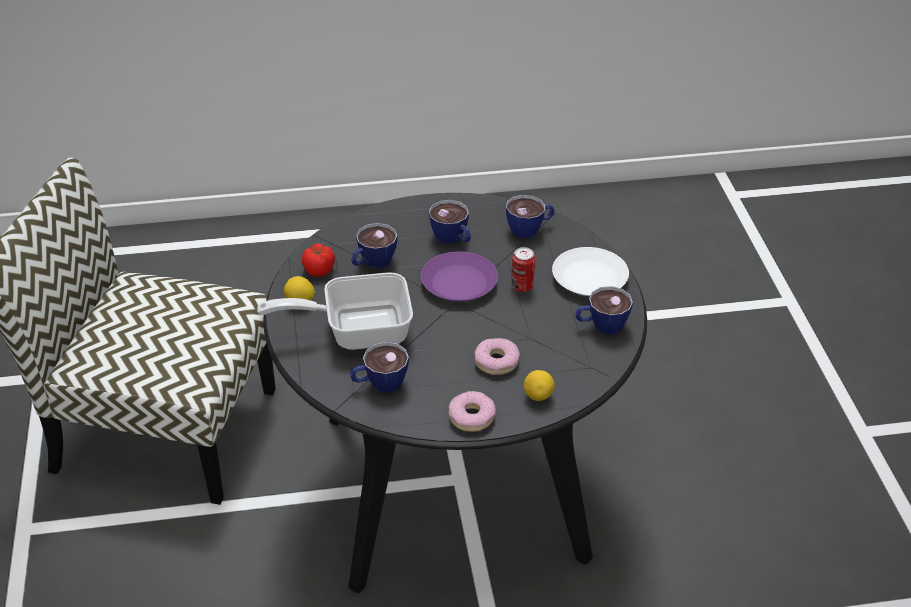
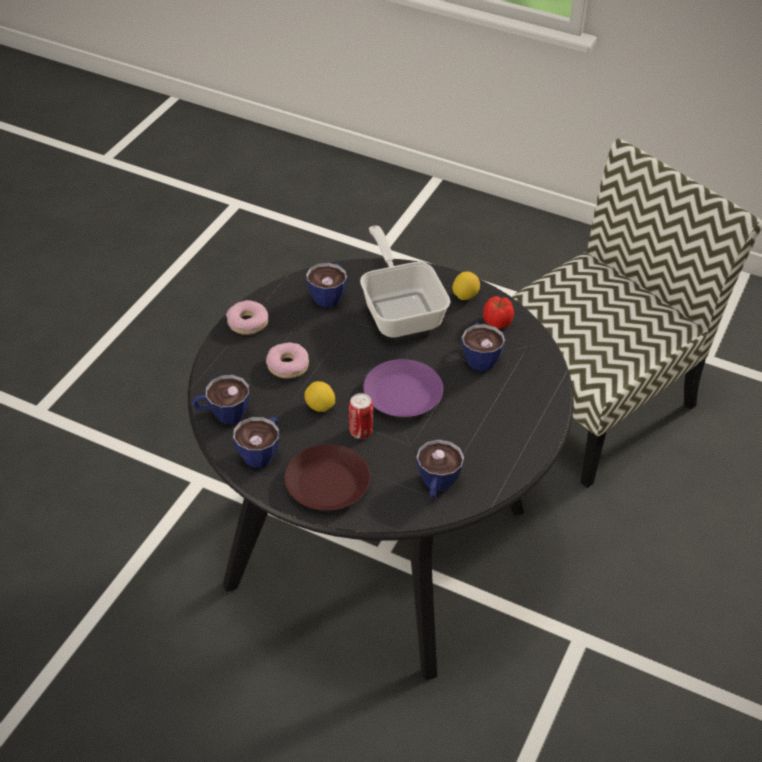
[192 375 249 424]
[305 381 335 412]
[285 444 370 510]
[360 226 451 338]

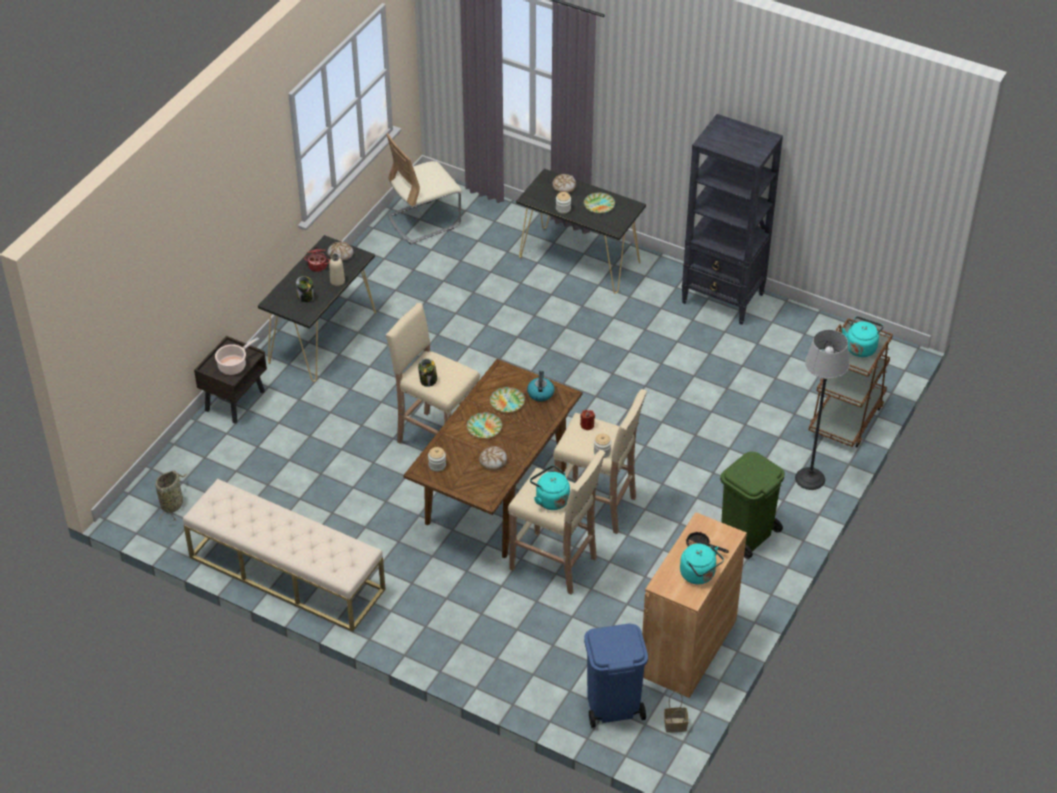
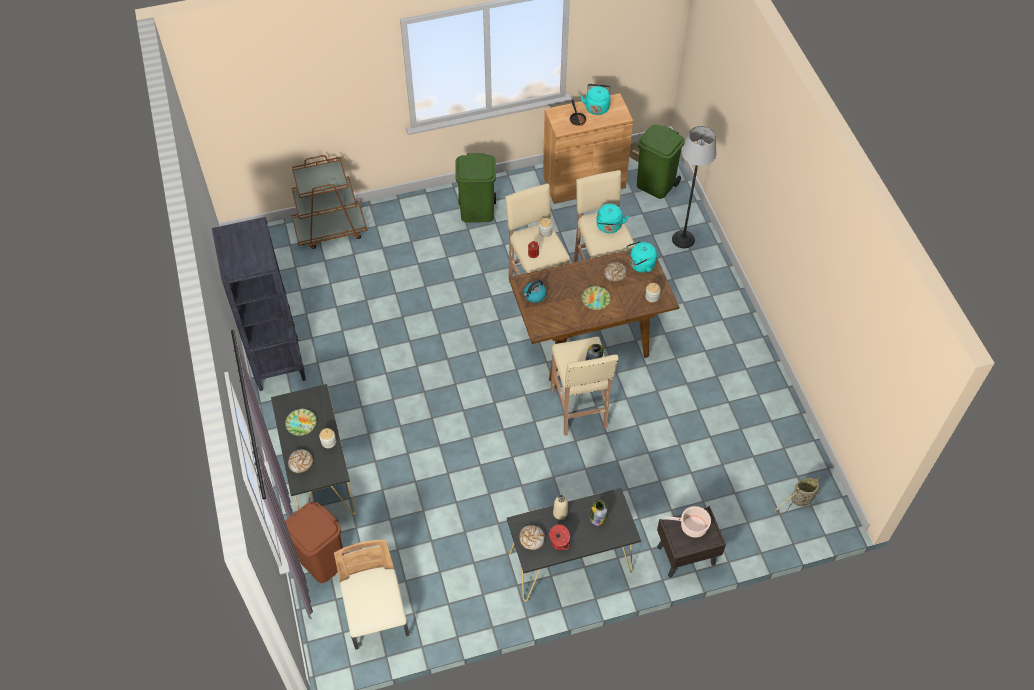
[183 479 386 632] (first image)
[490 387 525 413] (first image)
[285 502 344 583]
[672 126 716 248]
[626 241 657 273]
[637 125 685 199]
[334 540 410 650]

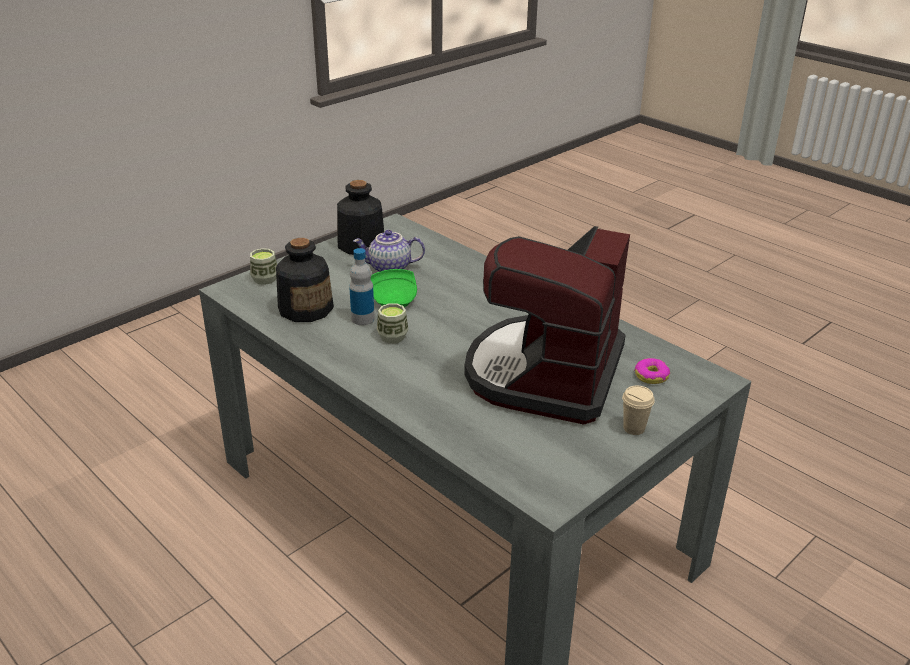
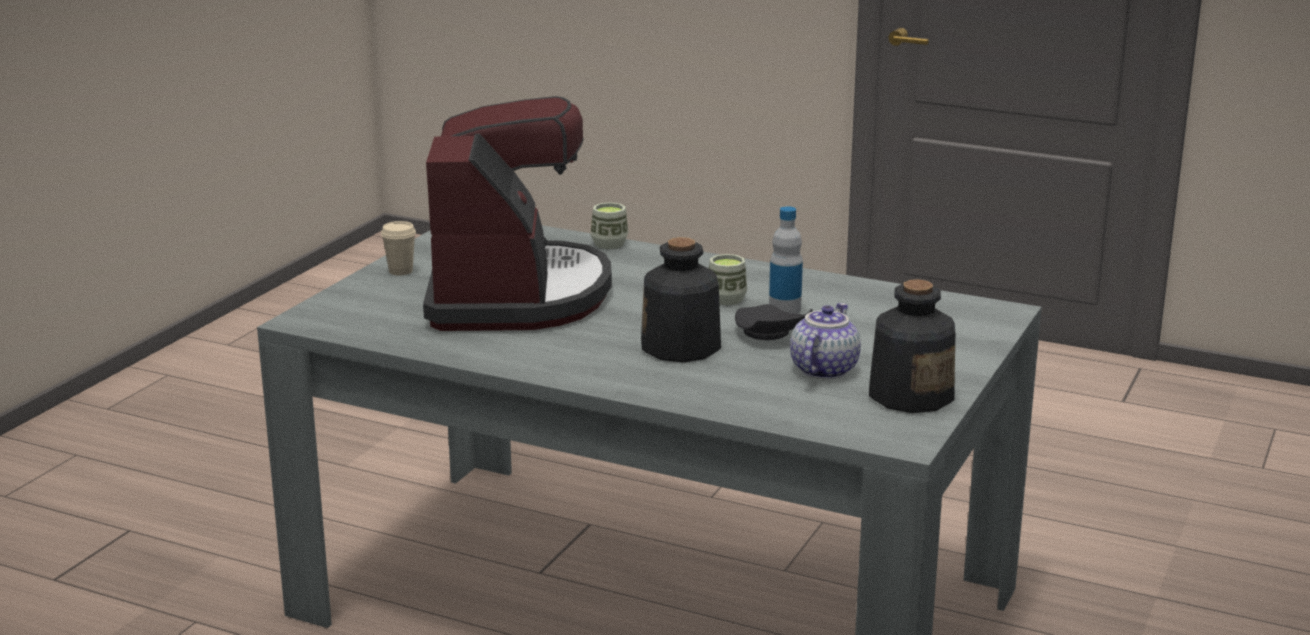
[634 358 670 384] (first image)
[591 202 628 249]
[641 237 721 362]
[735 304 813 340]
[790 303 861 379]

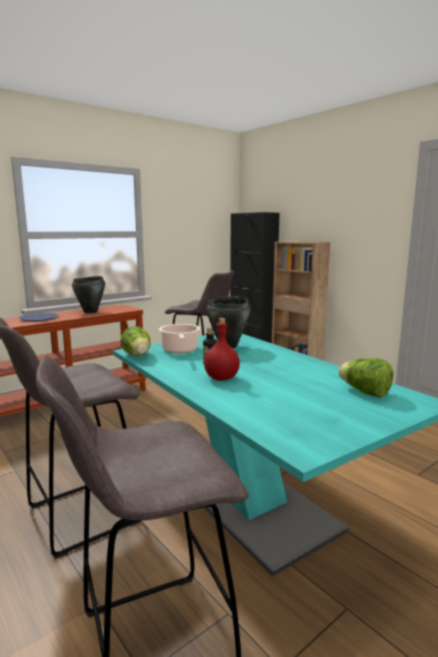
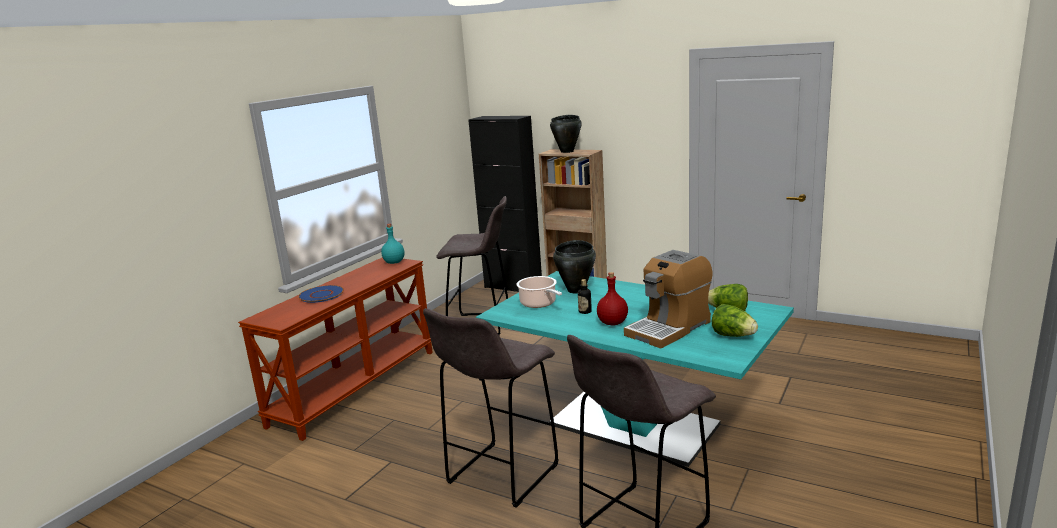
[381 224 404 264]
[624 250 713 349]
[550 115 582 153]
[712 304 758 337]

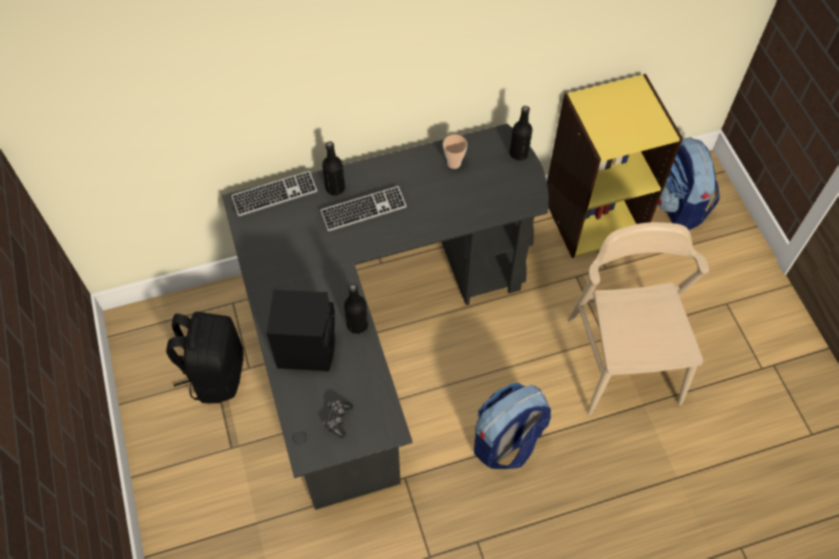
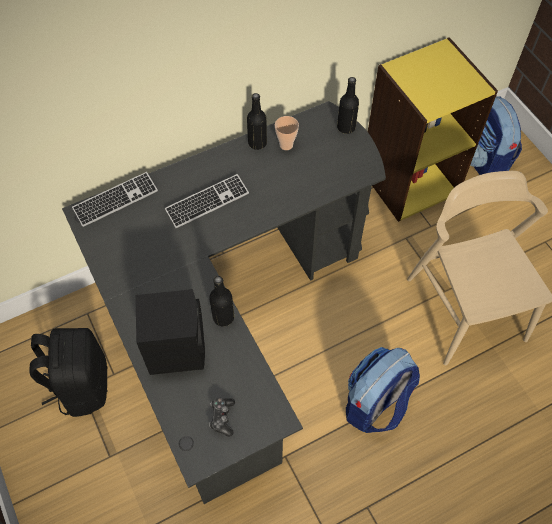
[247 93 267 150]

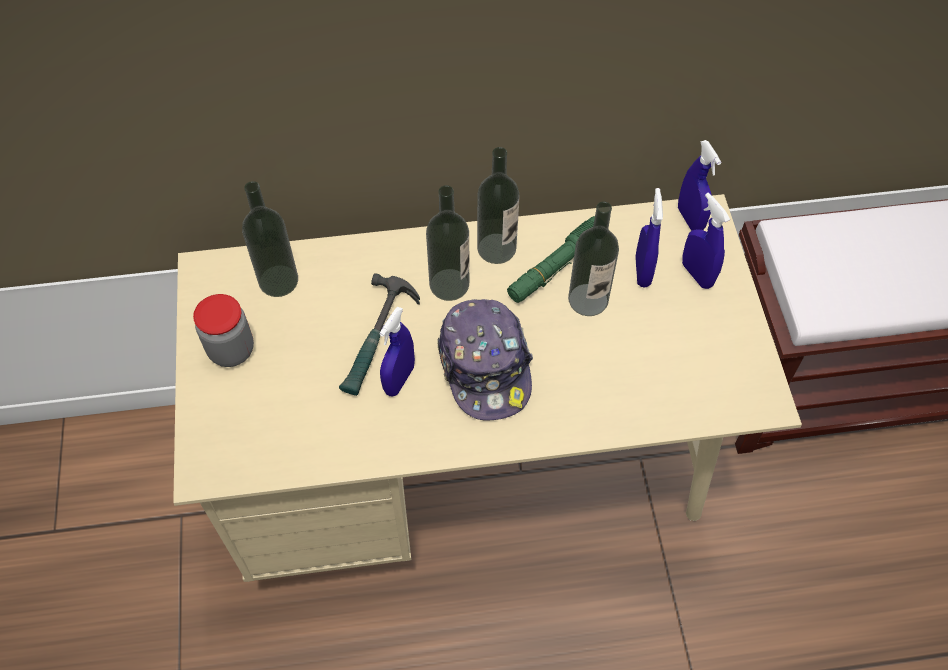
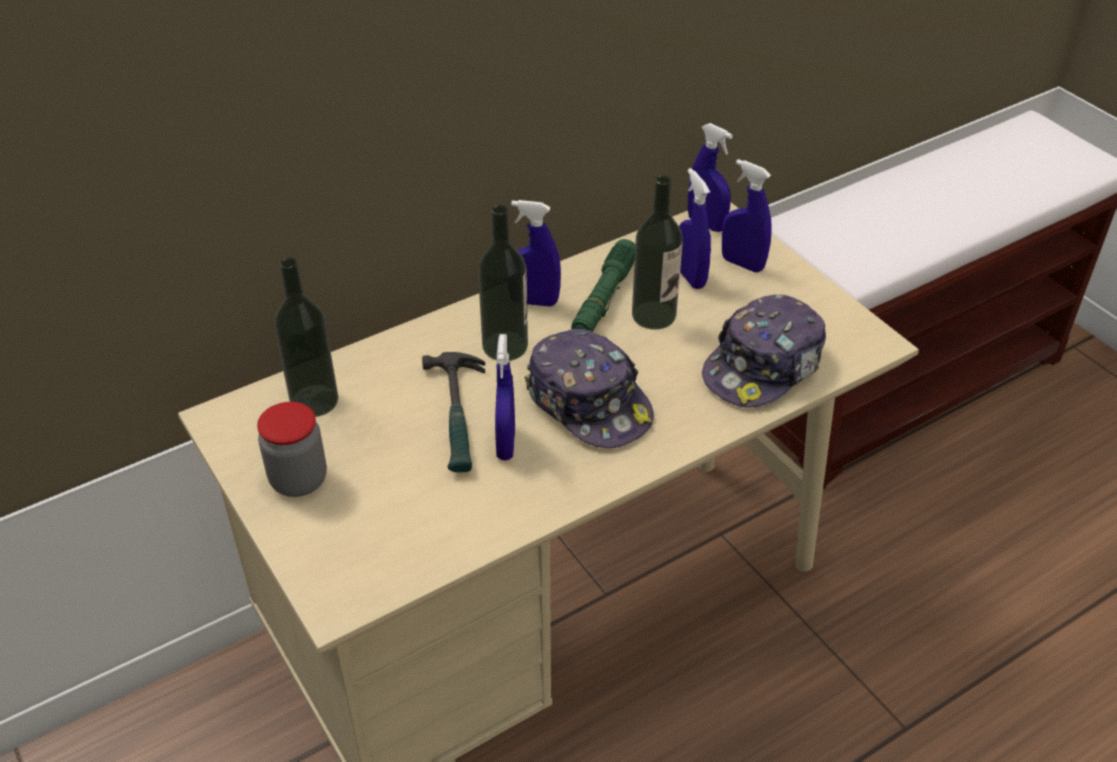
[702 295 826 408]
[511 200 561 307]

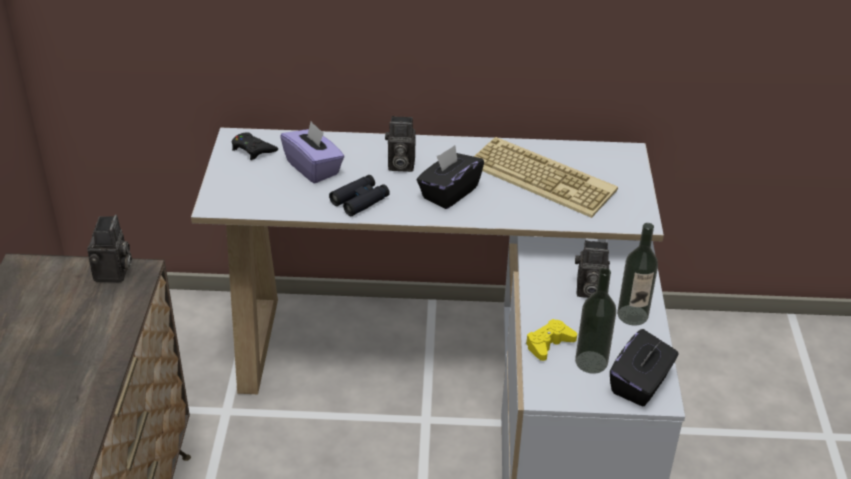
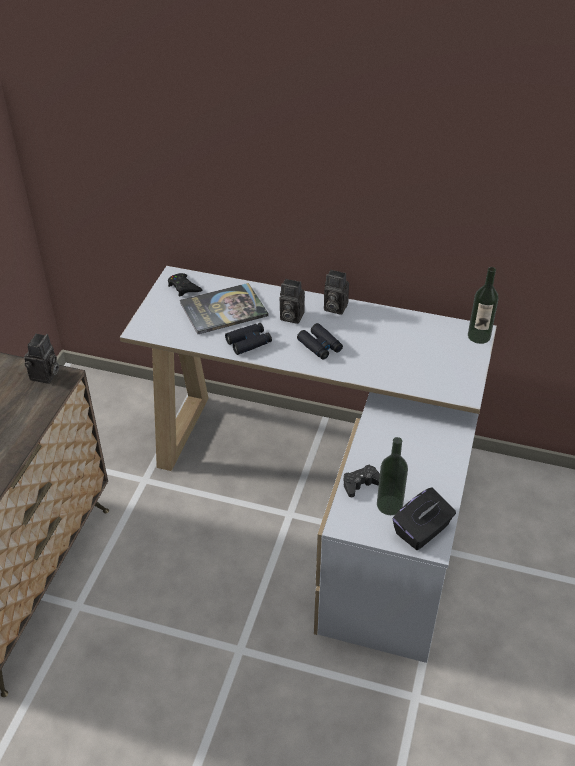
[474 137 618 218] (first image)
[324 270 349 315]
[468 267 498 344]
[180 283 268 334]
[297 323 343 360]
[343 465 380 497]

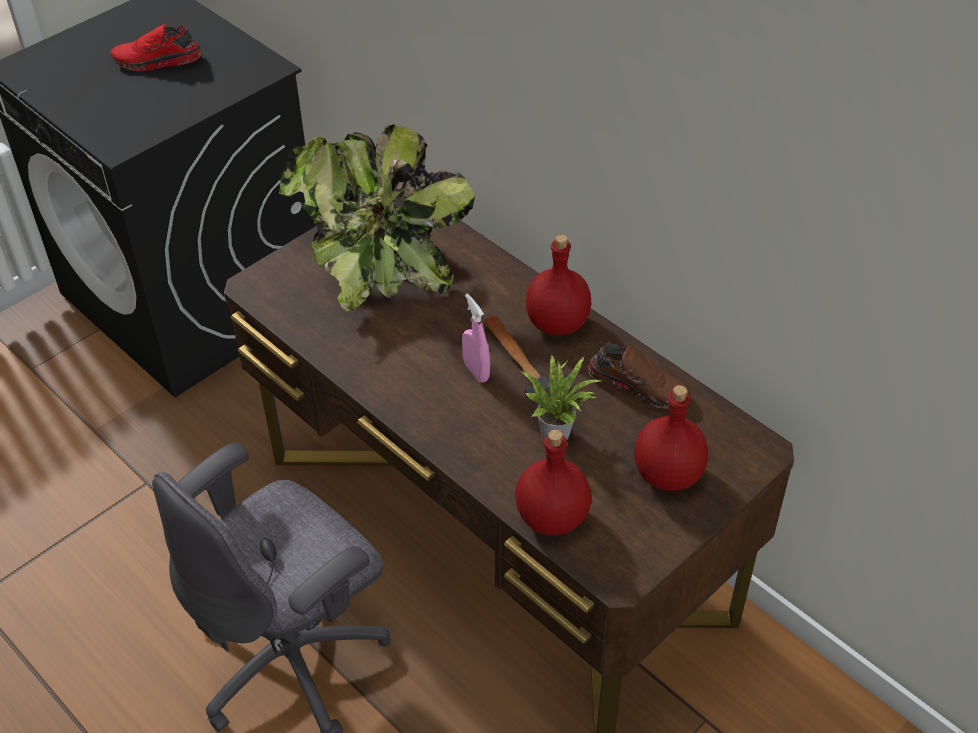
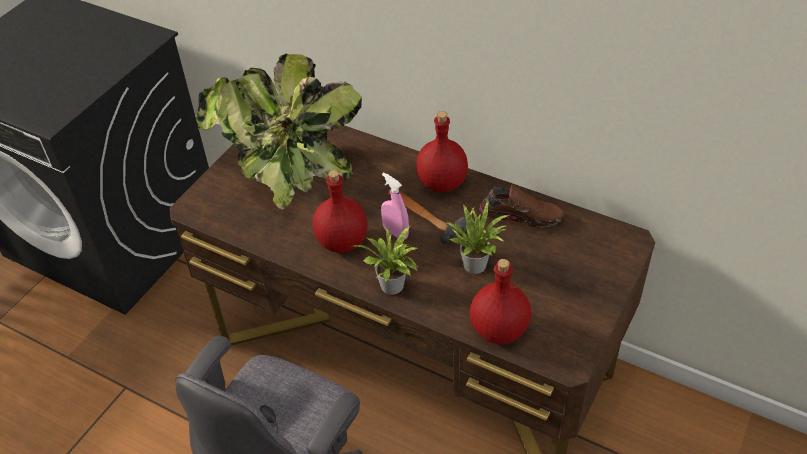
[110 24 202 72] (first image)
[354 225 419 295]
[313 170 368 253]

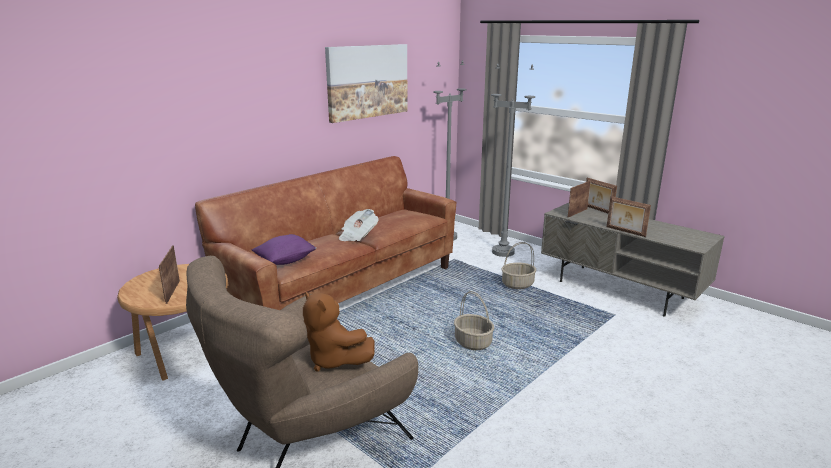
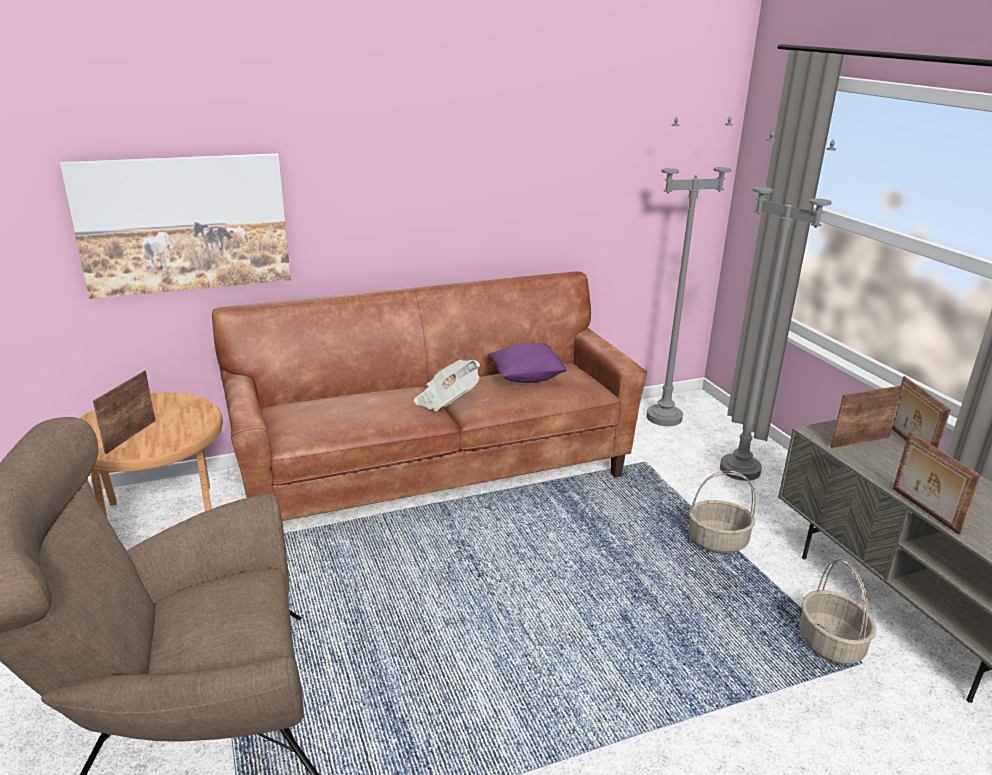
[303 291 374 371] (first image)
[487 343 569 383]
[60 153 291 299]
[799 558 876 664]

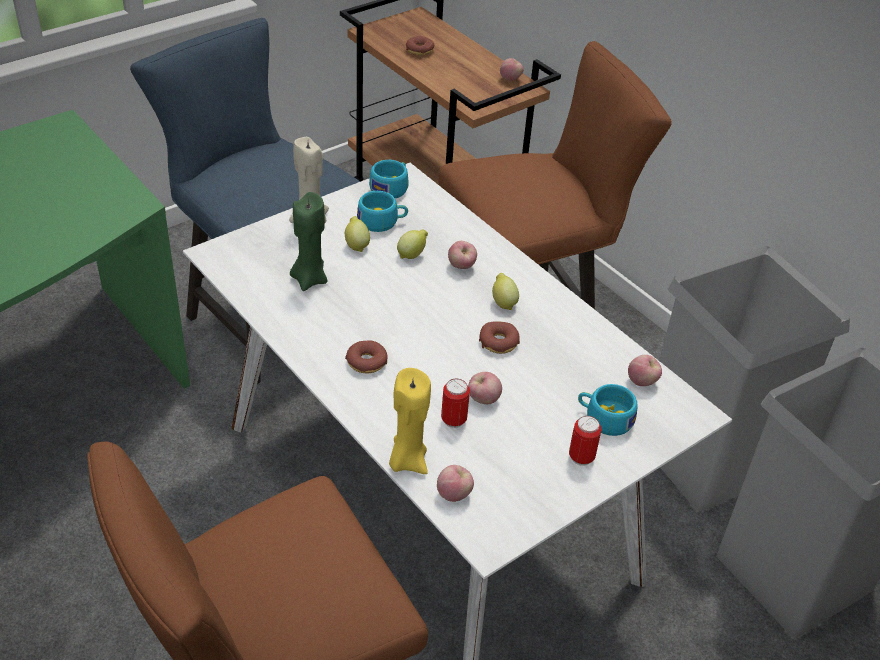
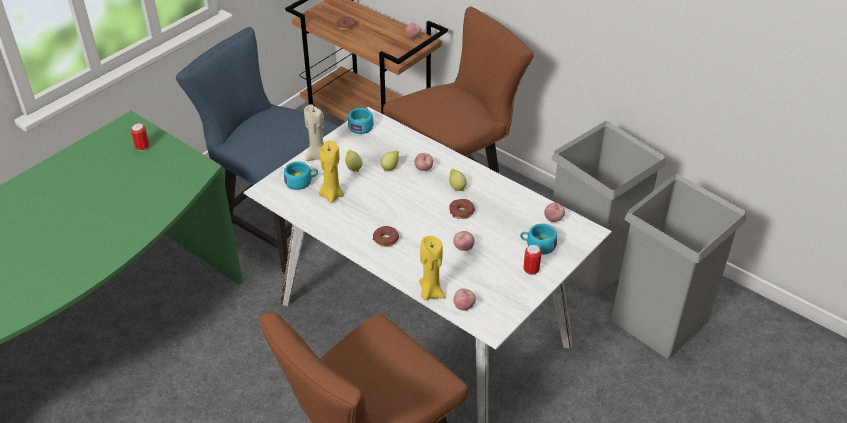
[284 161 318 190]
[131 123 149 151]
[319 140 344 204]

